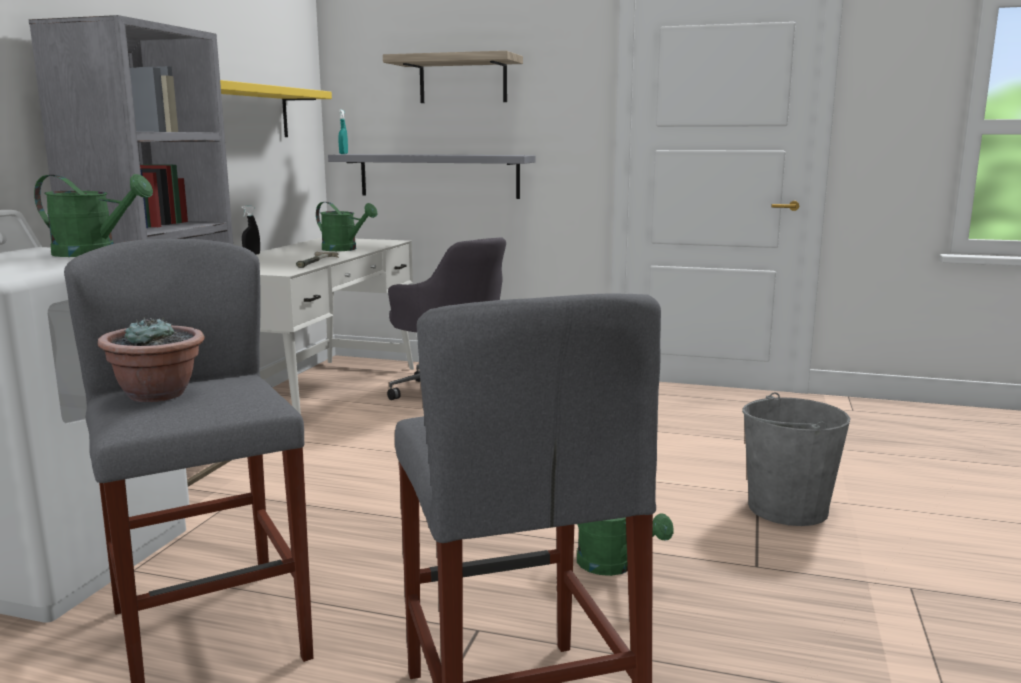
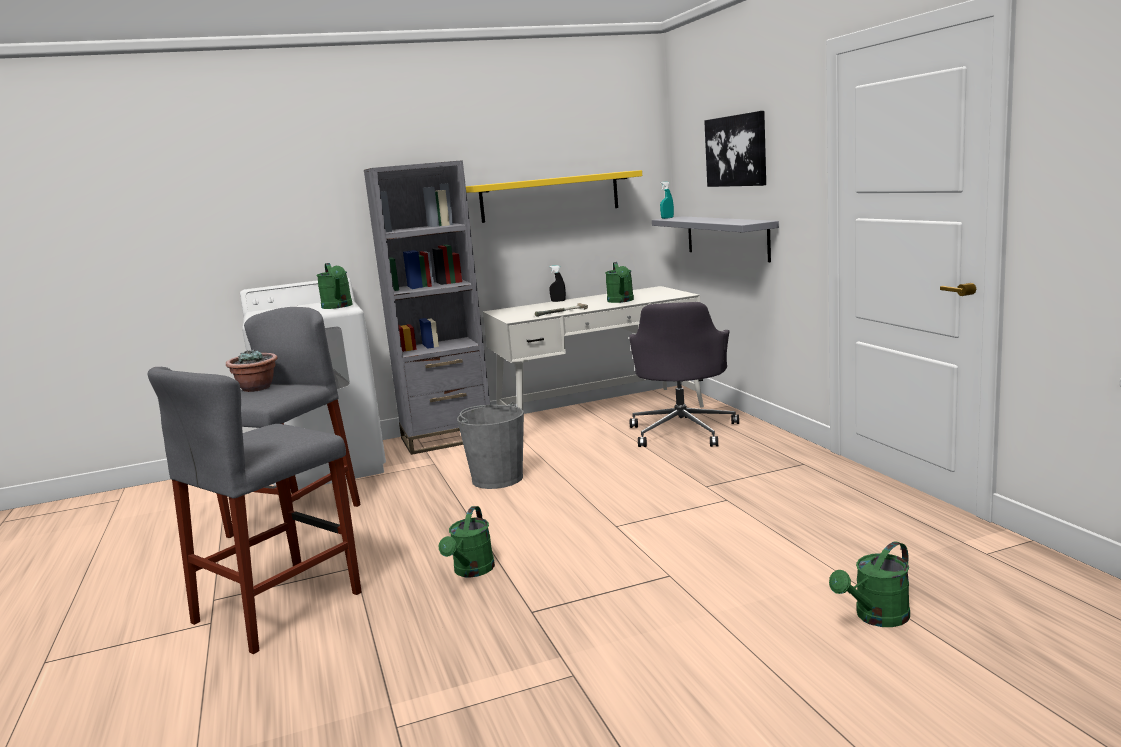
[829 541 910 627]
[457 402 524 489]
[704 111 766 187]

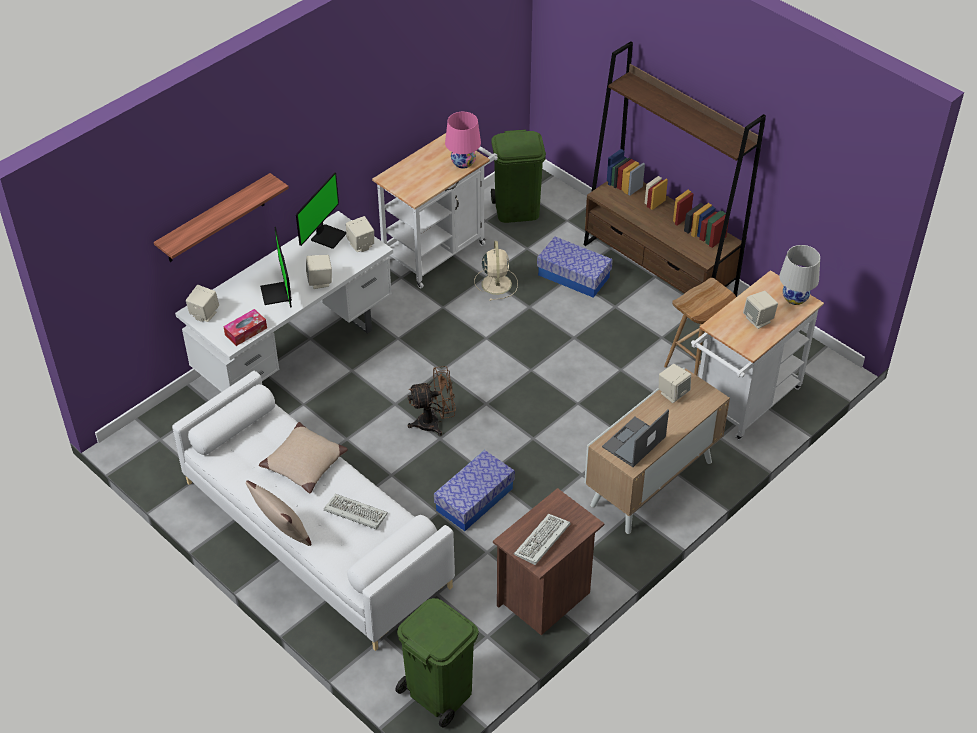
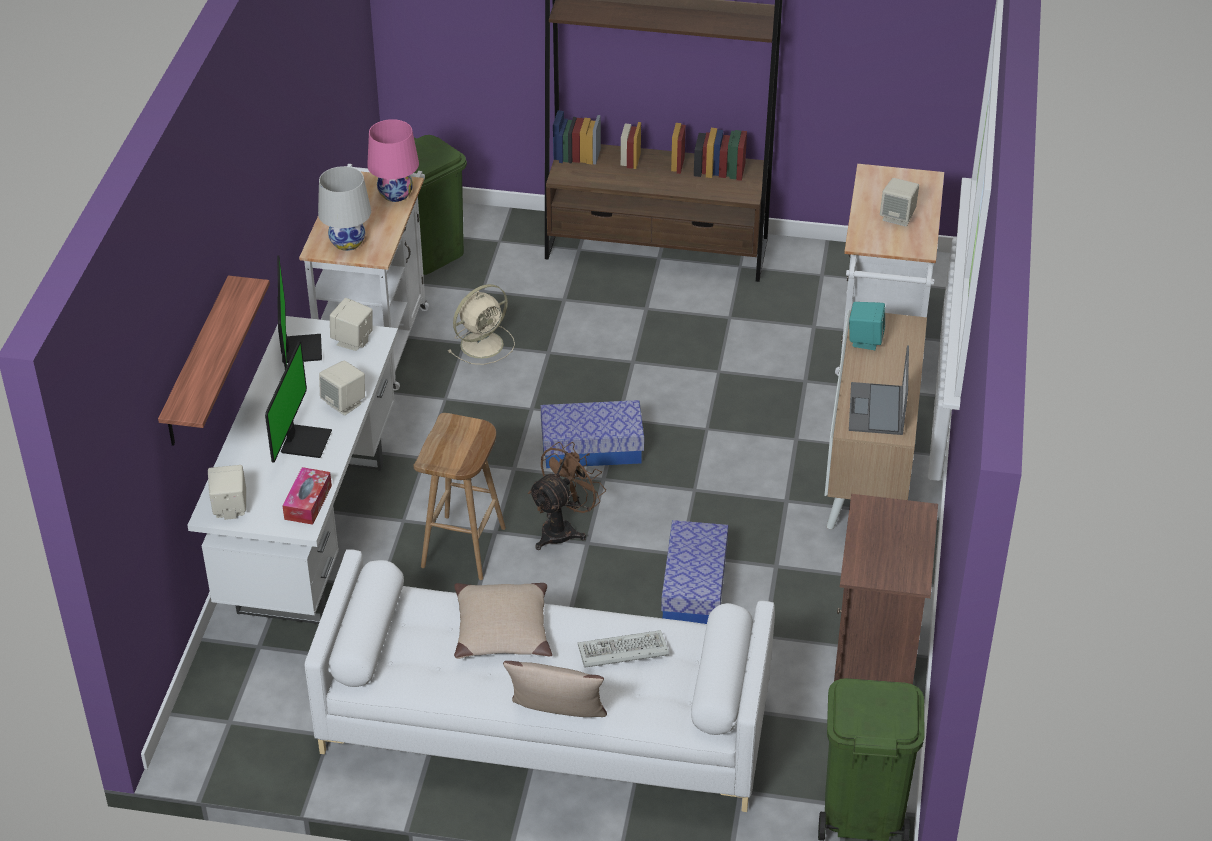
[514 514 571 565] (first image)
[541 400 644 468]
[414 413 506 580]
[318 166 371 251]
[849 302 886 350]
[265 341 332 463]
[448 284 515 365]

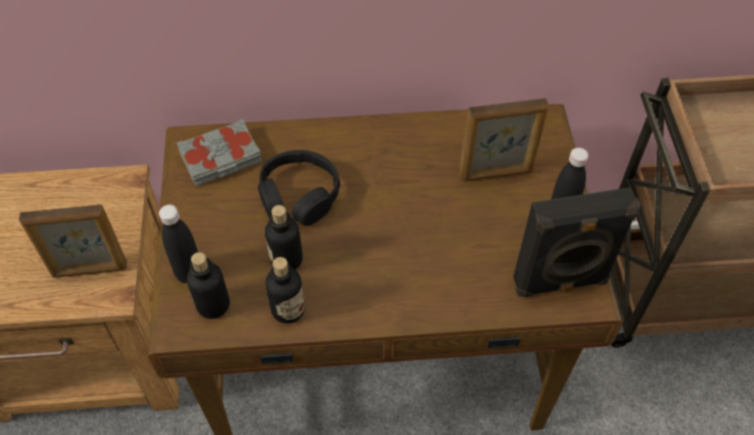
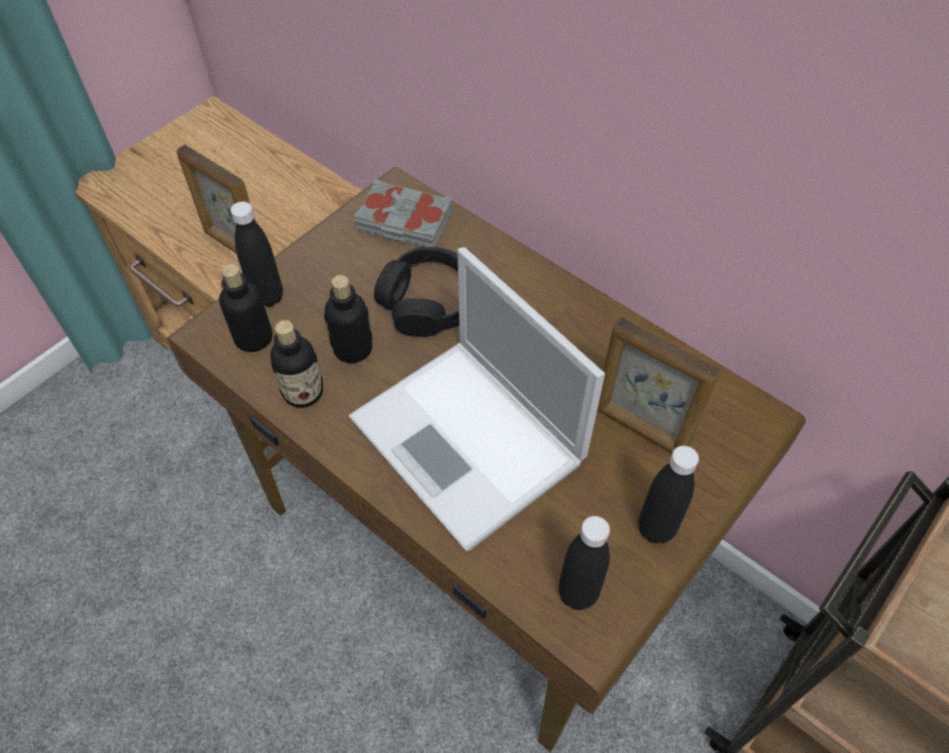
[349 247 605 552]
[559 516 610 610]

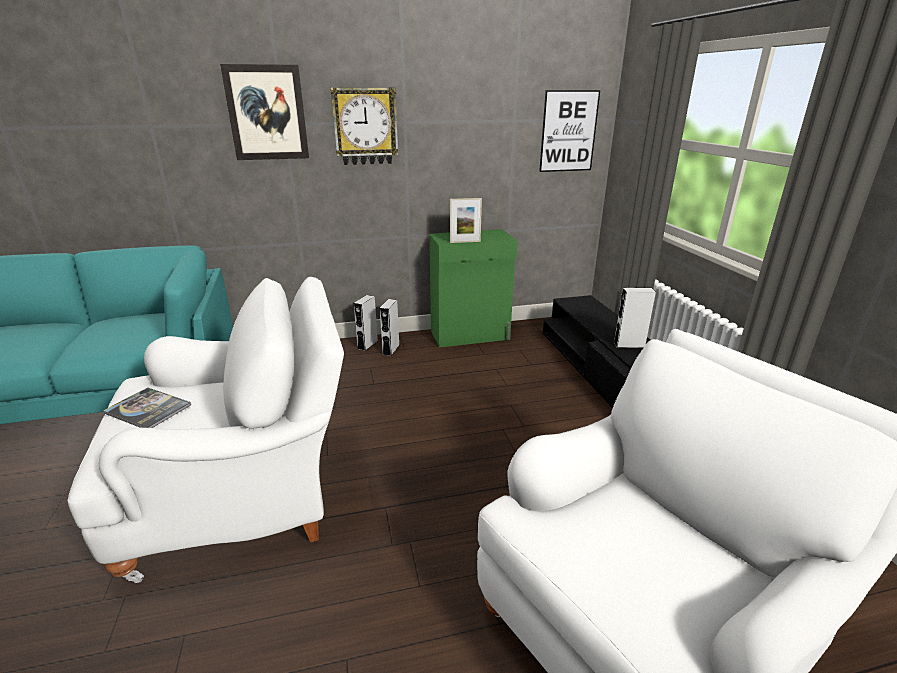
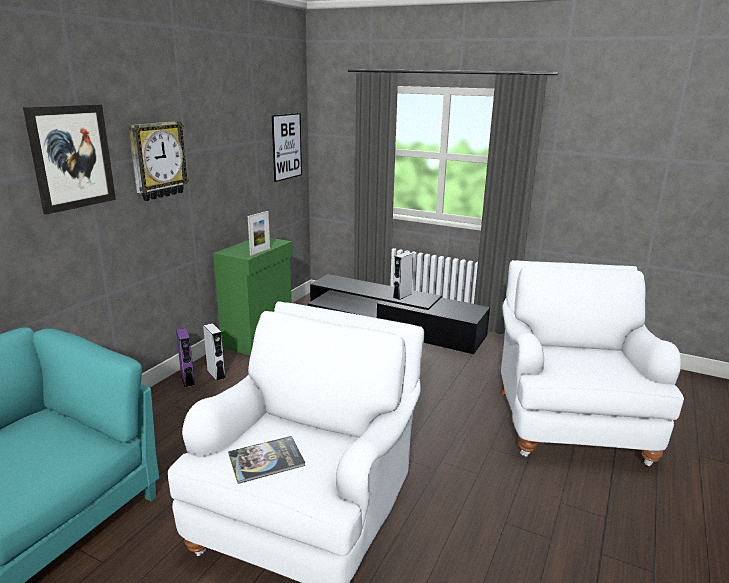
[176 328 195 388]

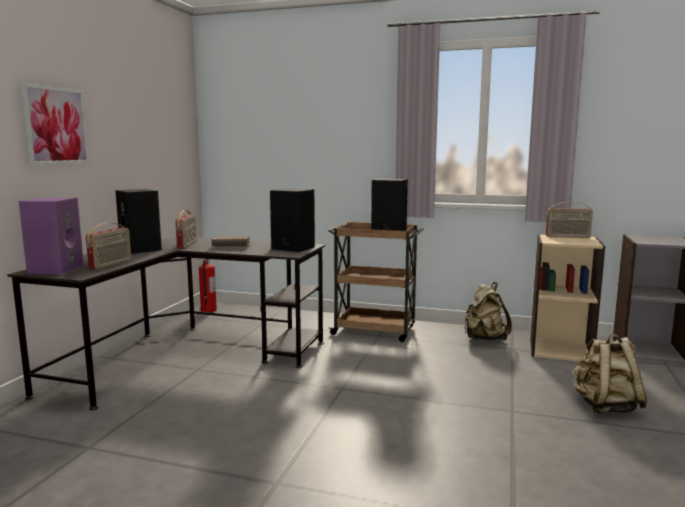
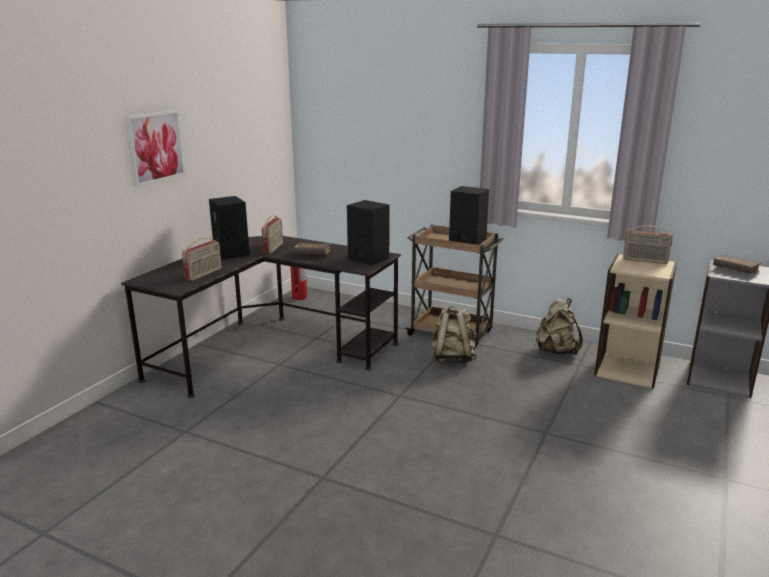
[19 197 84 275] (first image)
[713 255 761 274]
[432 306 477 364]

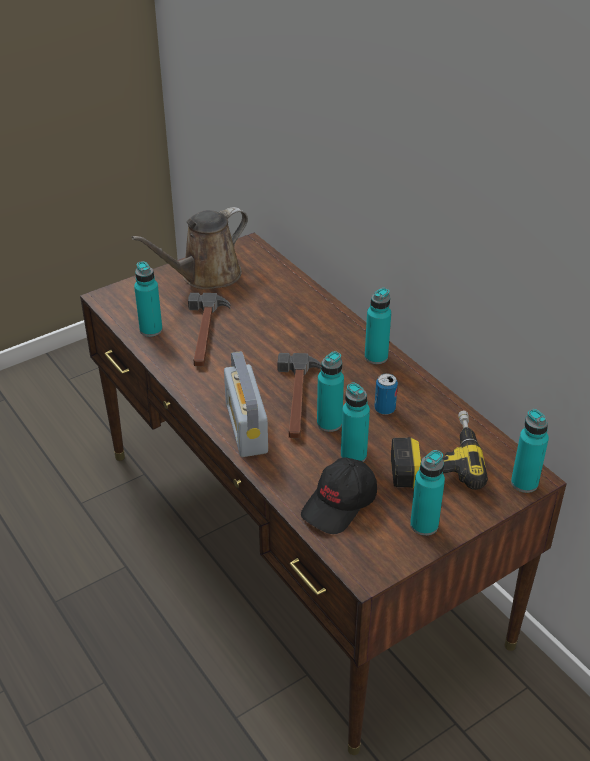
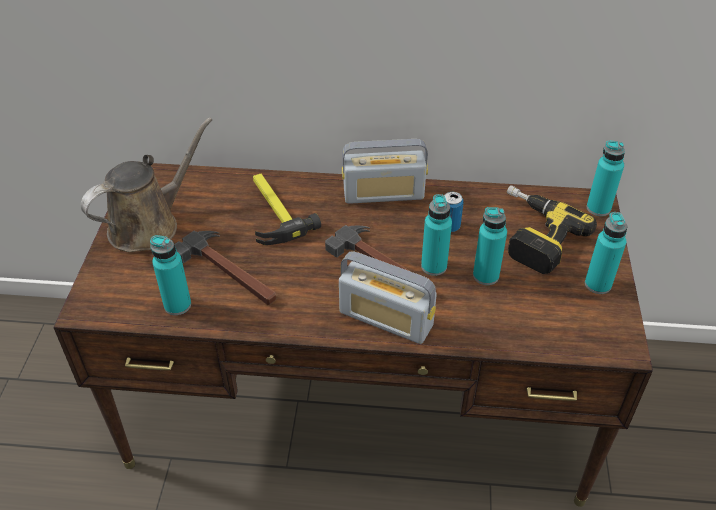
[301 457 377 534] (first image)
[253 174 321 245]
[342 139 428 204]
[81 117 212 252]

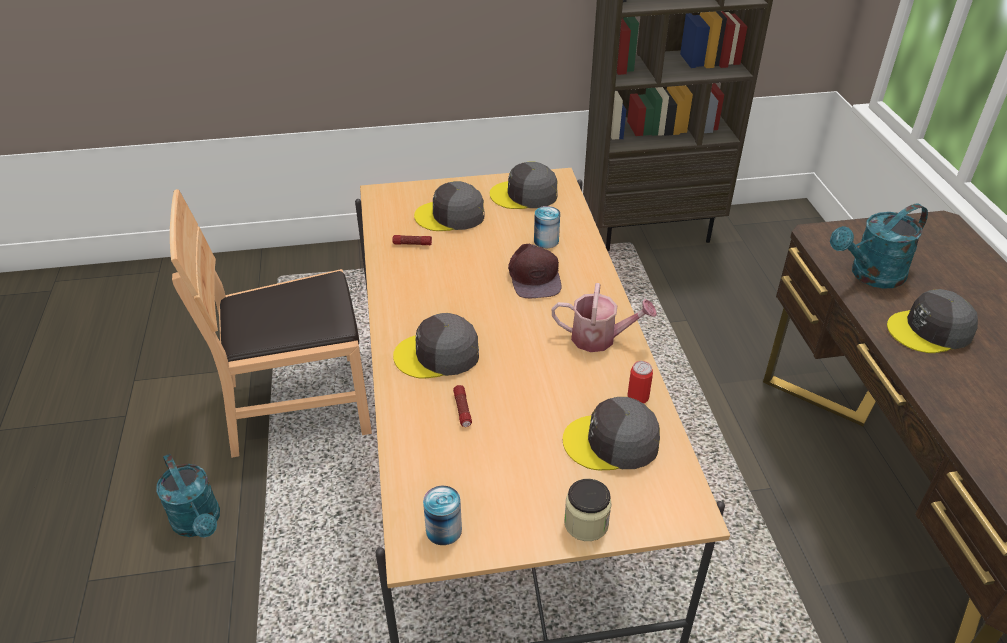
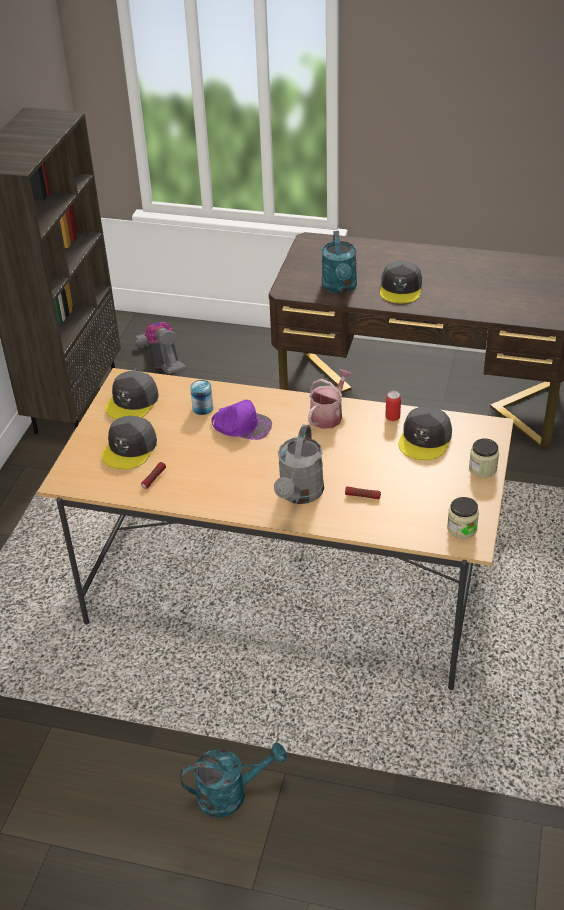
[170 189 372 458] (first image)
[135 322 186 374]
[274 424 324 504]
[447 497 479 538]
[211 400 272 440]

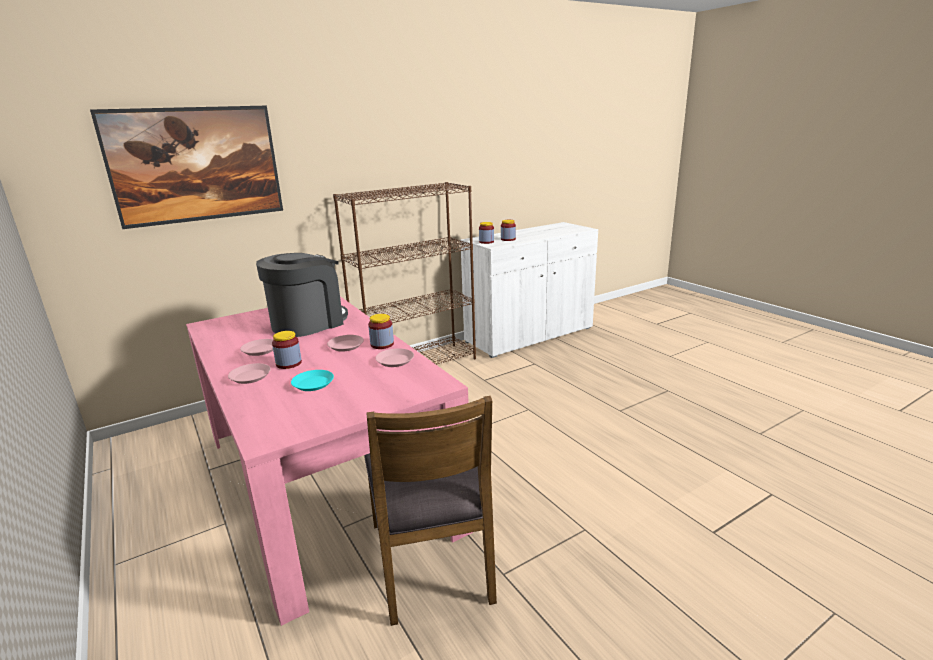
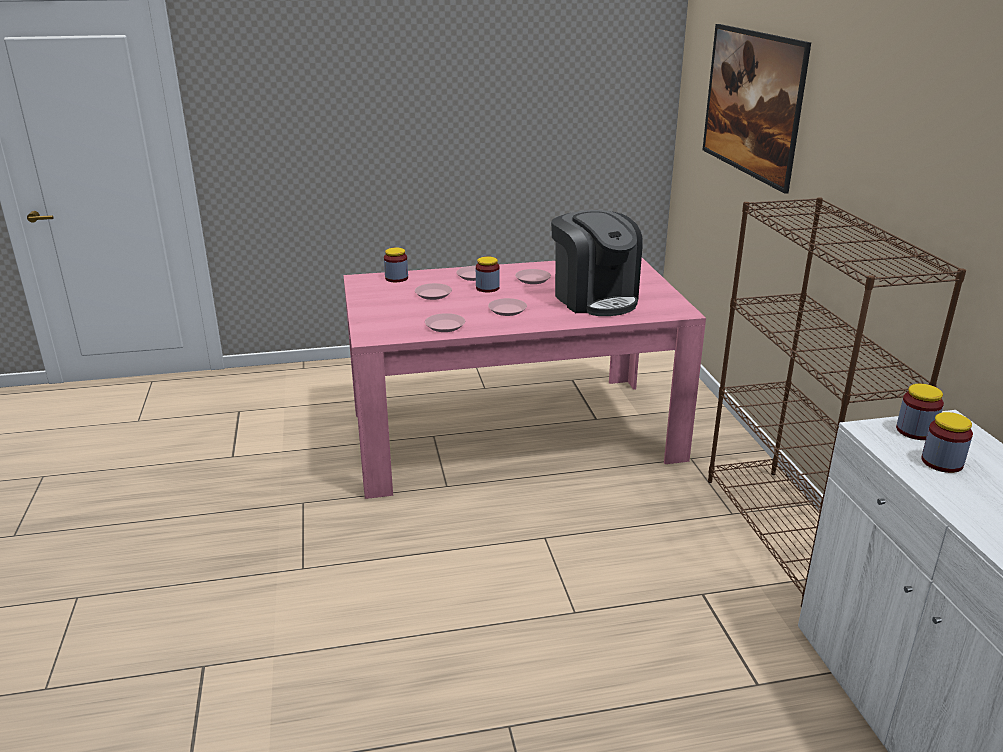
[364 396 497 626] (first image)
[384 248 408 282]
[415 283 452 300]

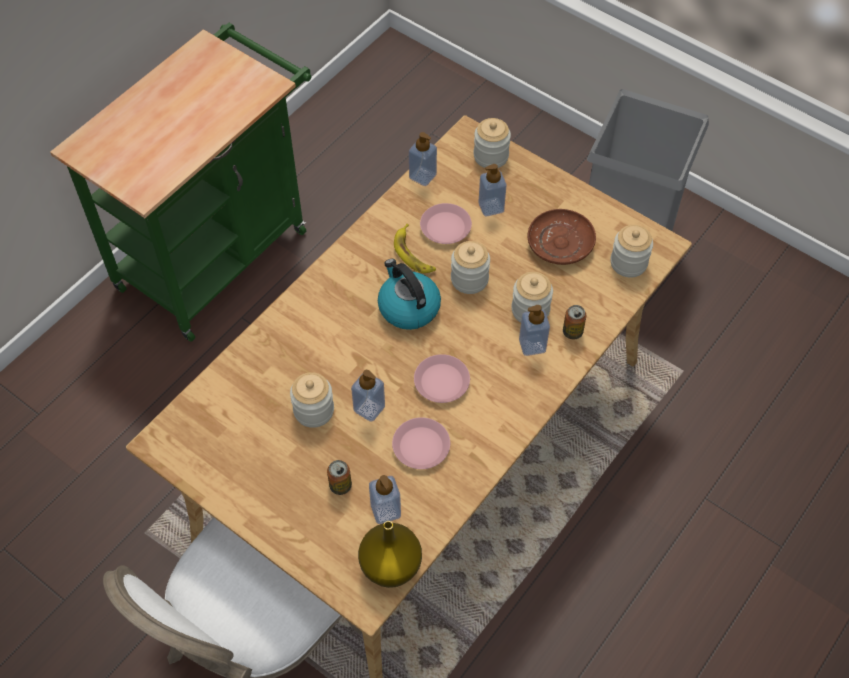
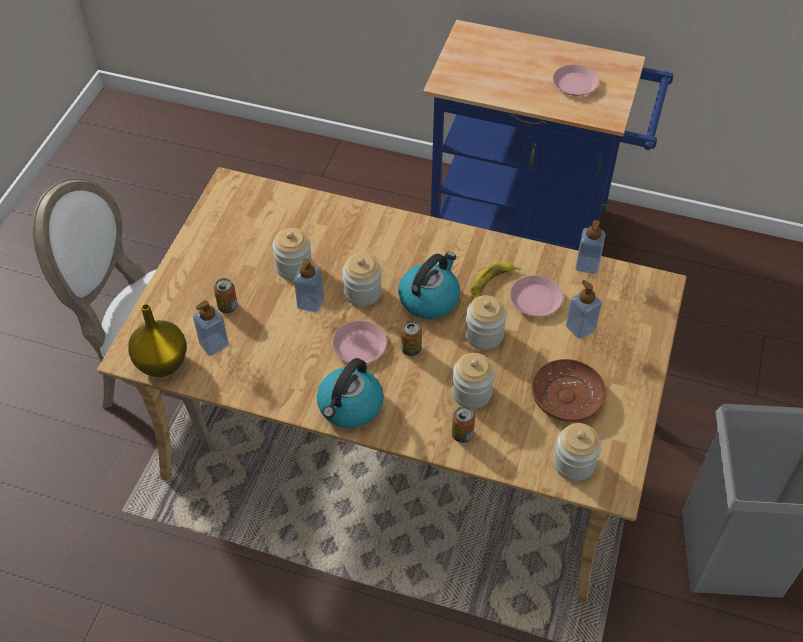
[519 305 550 356] (first image)
[317 358 384 428]
[401 321 422 356]
[553 65 599 96]
[342 253 382 307]
[423 20 673 251]

